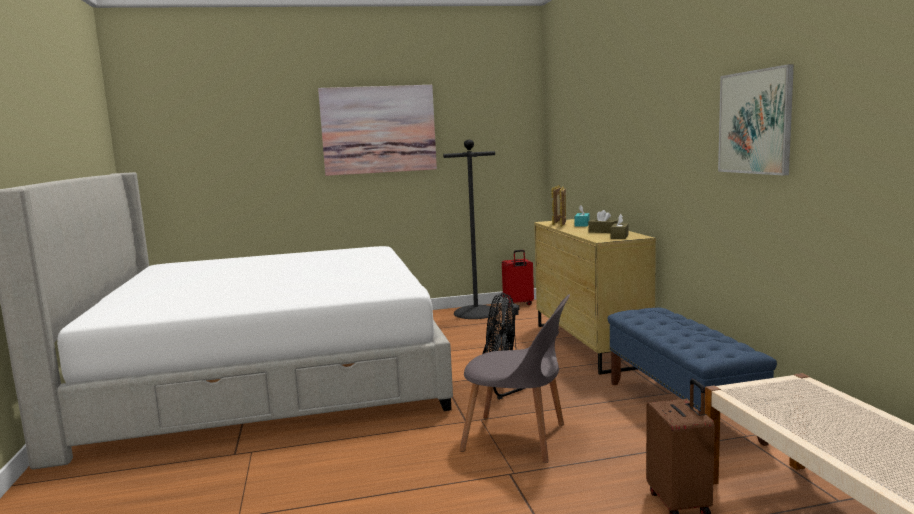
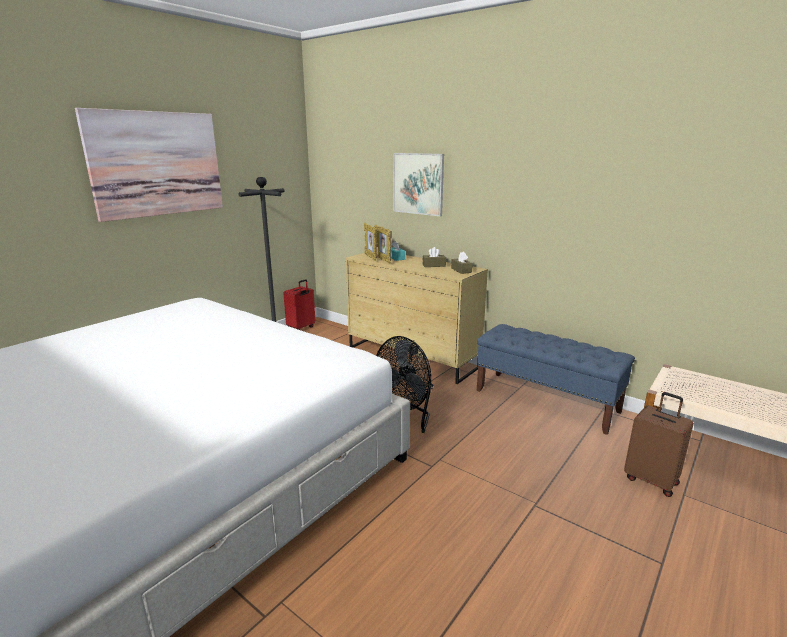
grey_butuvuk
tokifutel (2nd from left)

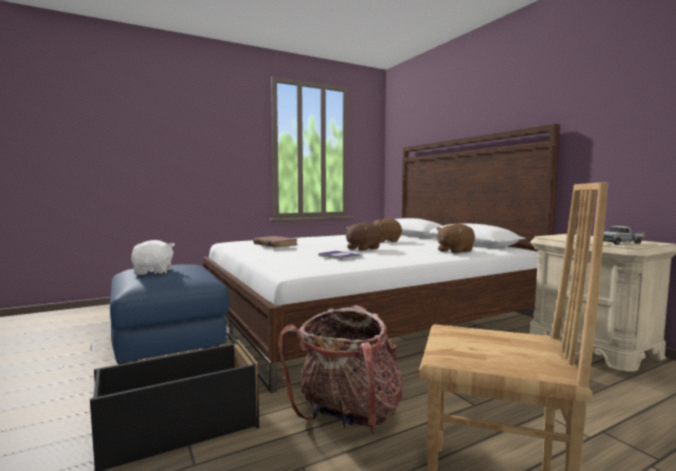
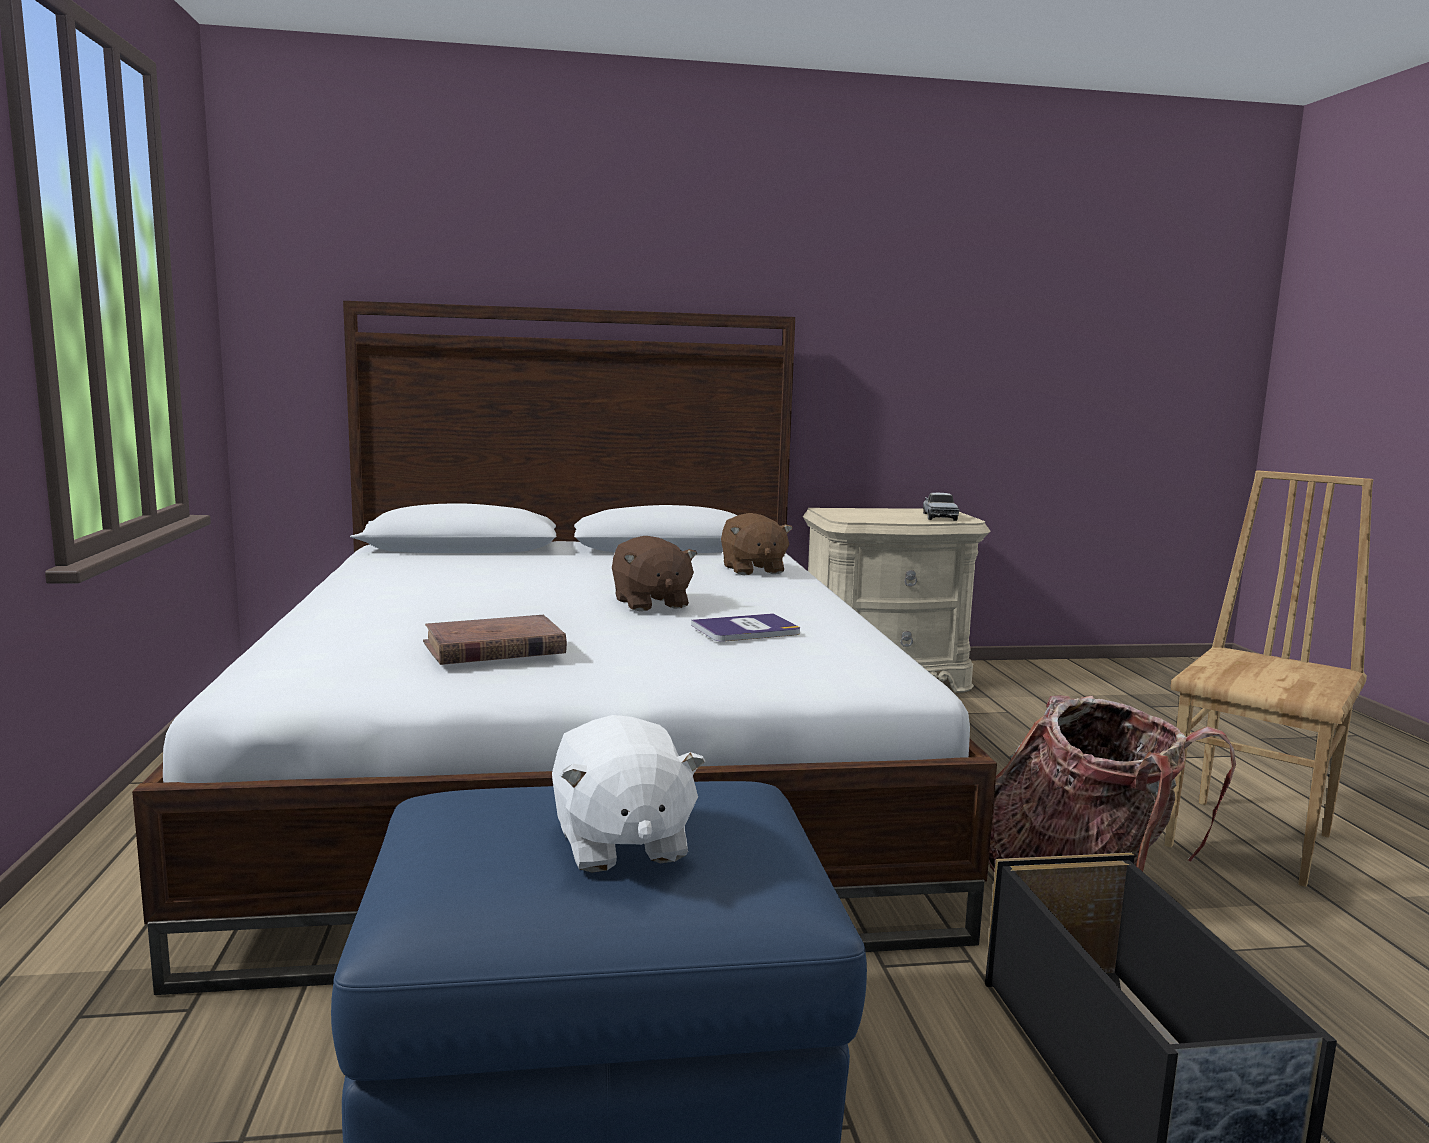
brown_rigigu (2nd from left in the first image)
white_rigigu

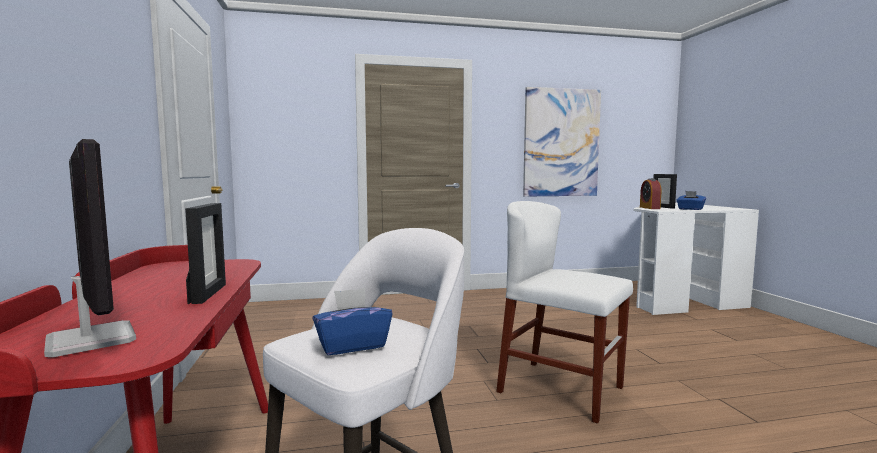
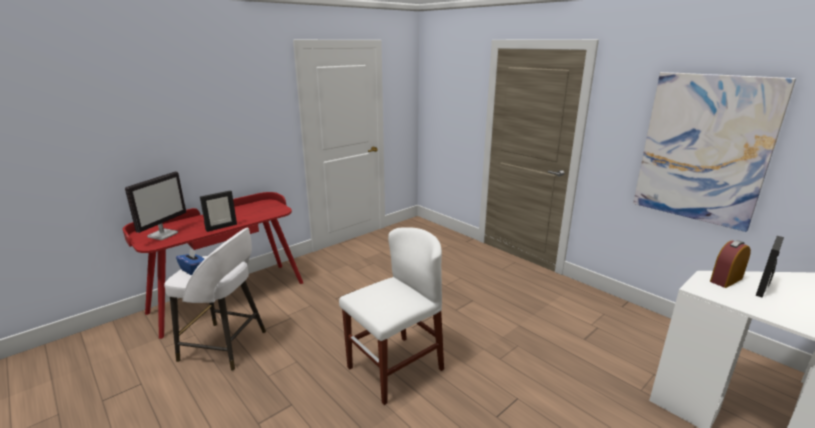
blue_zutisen (2nd from left in the first image)
white_butuvuk

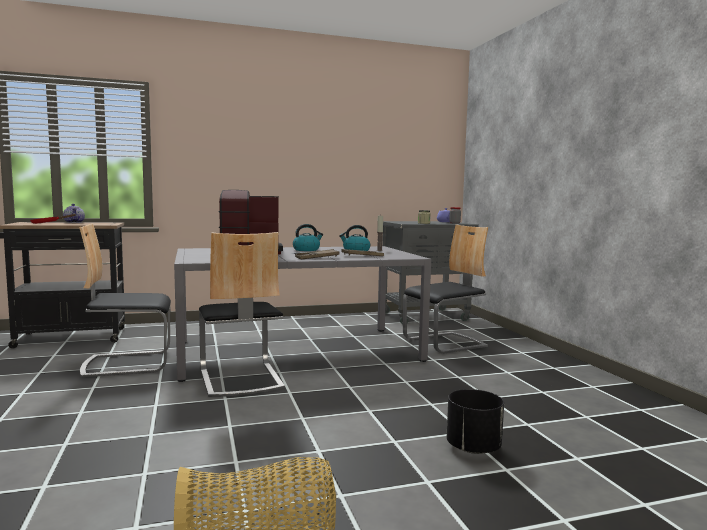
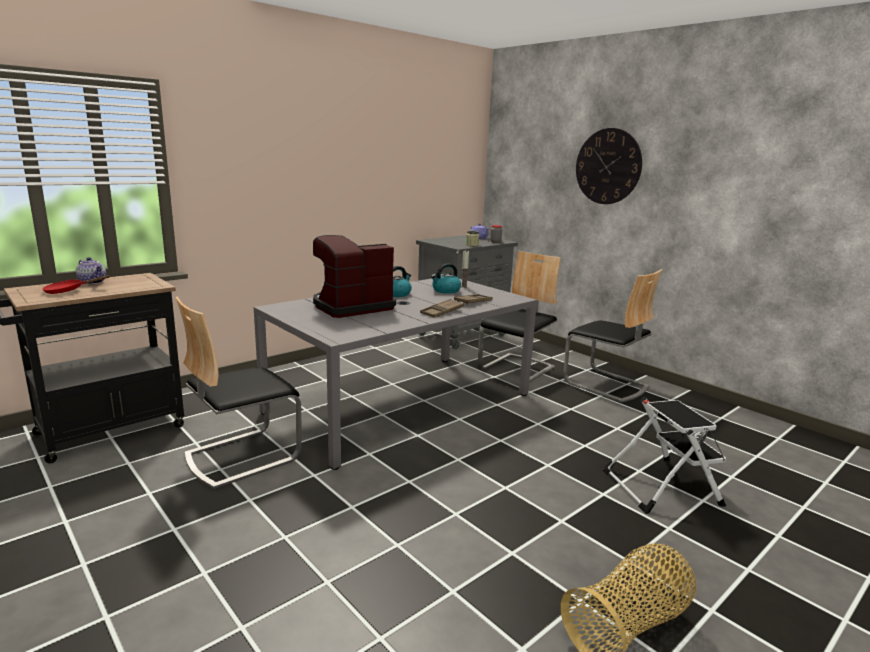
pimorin
butuvuk (3rd from left)
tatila

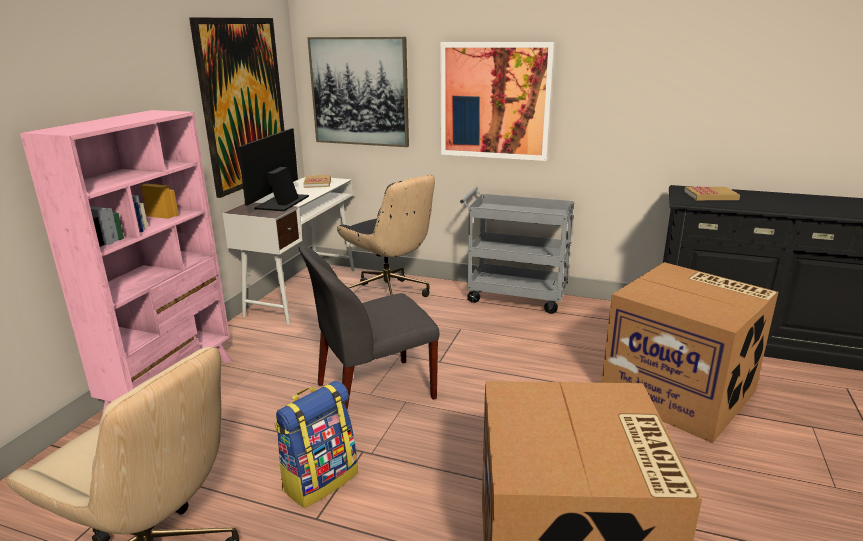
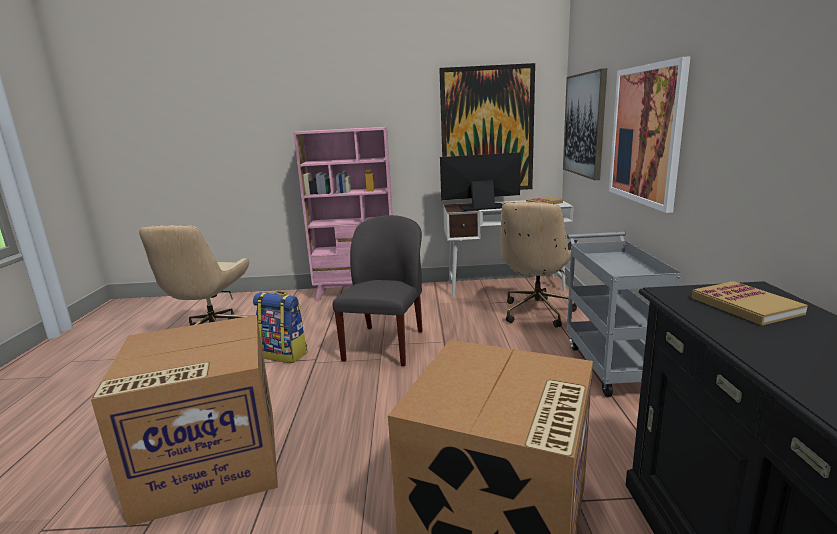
grey_butuvuk

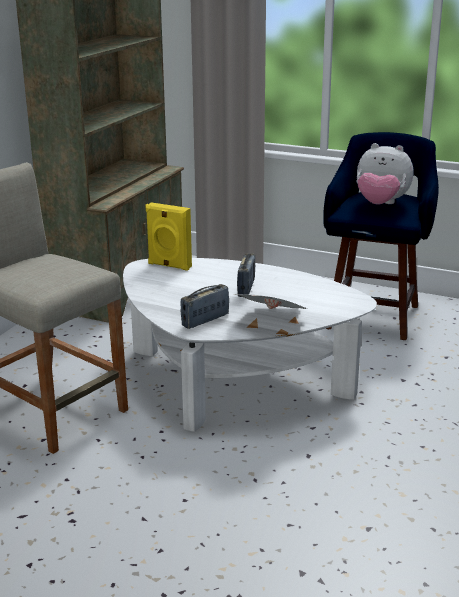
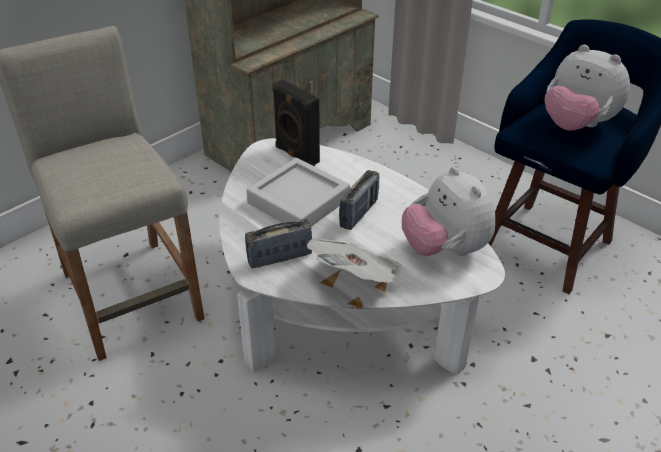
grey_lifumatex
rigigu (1st from left)
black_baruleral

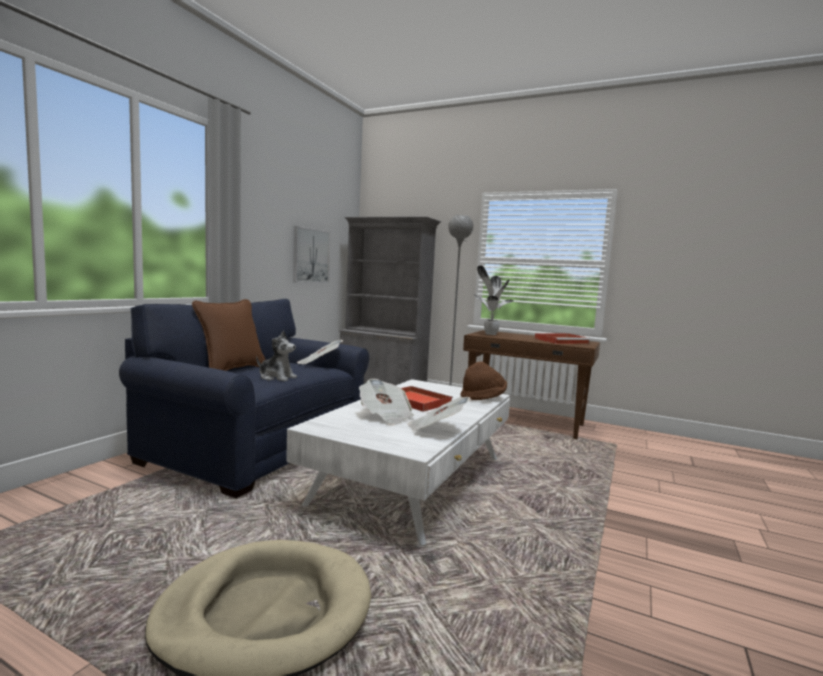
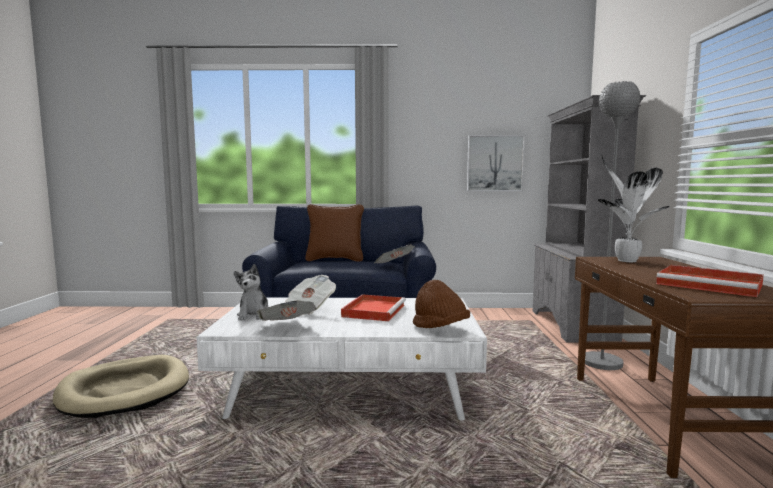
rigigu

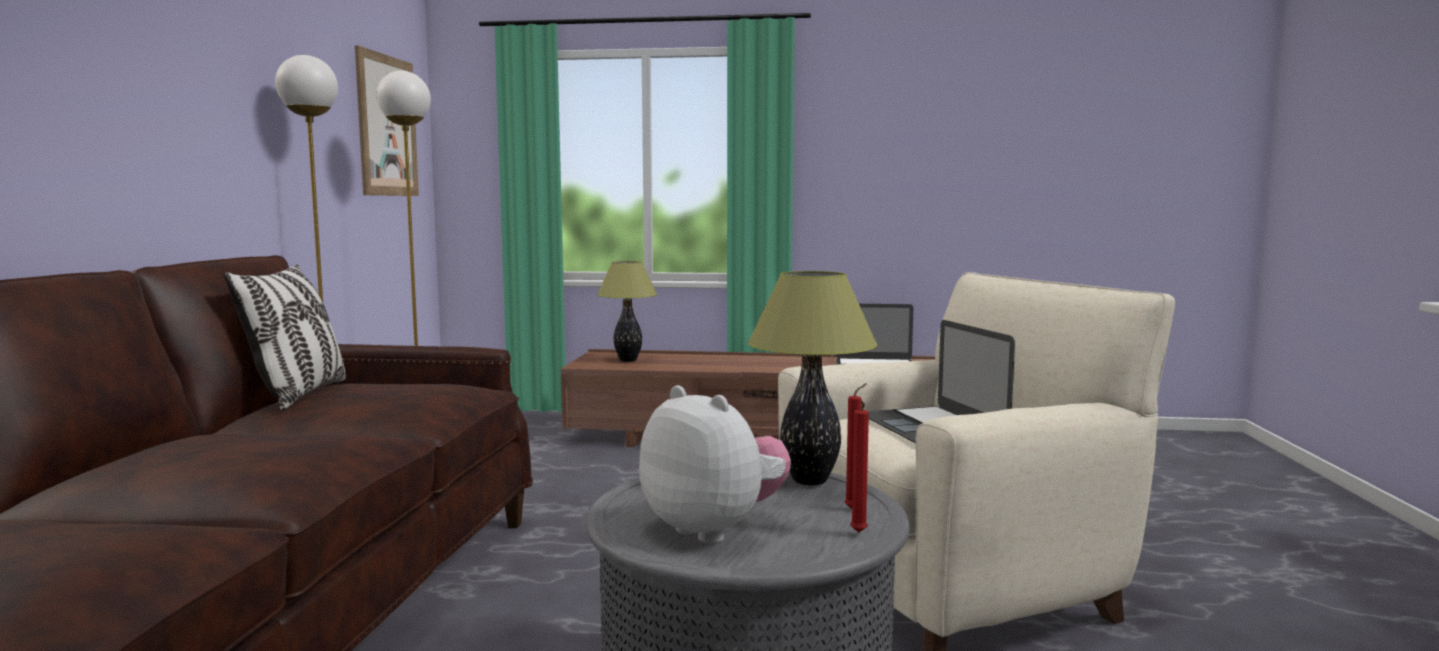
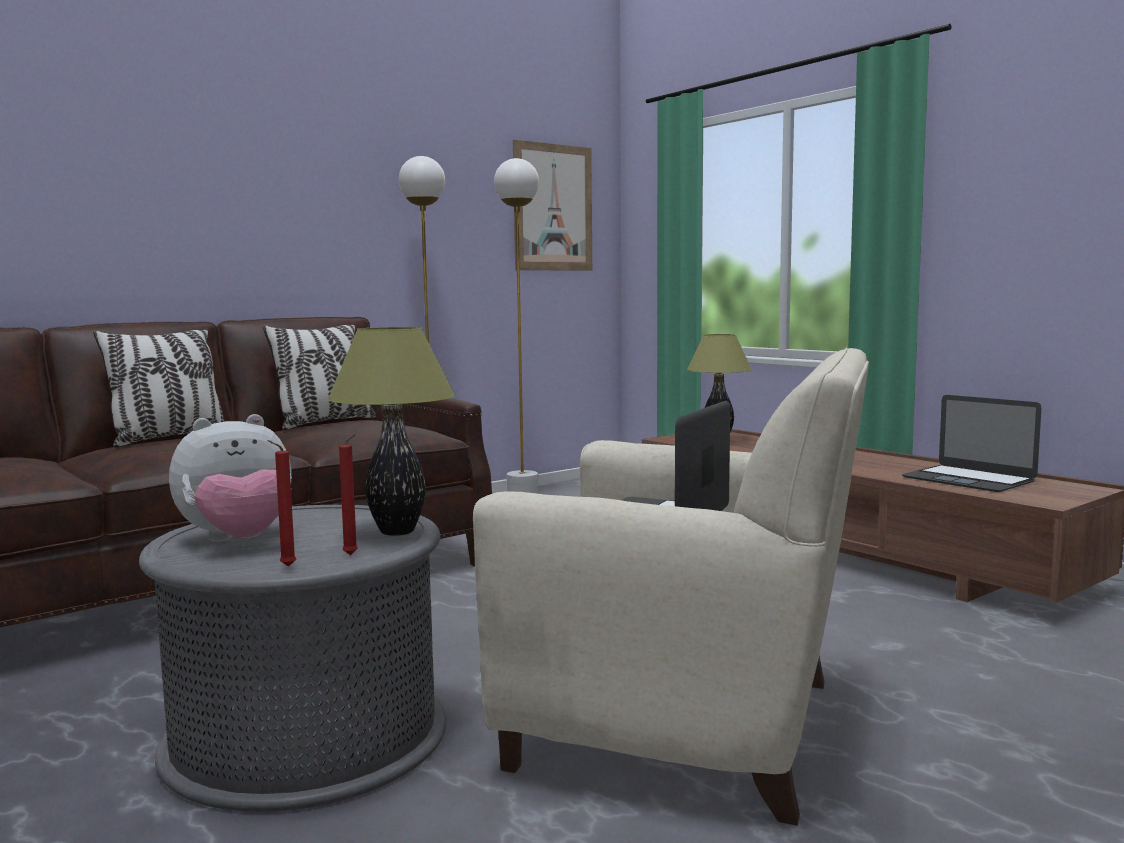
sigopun (1st from left)
rigigu

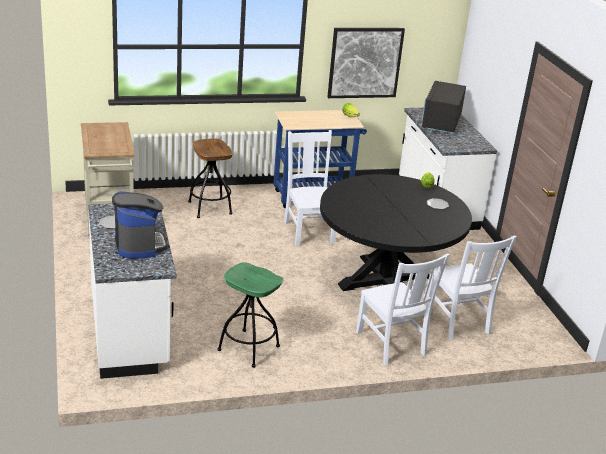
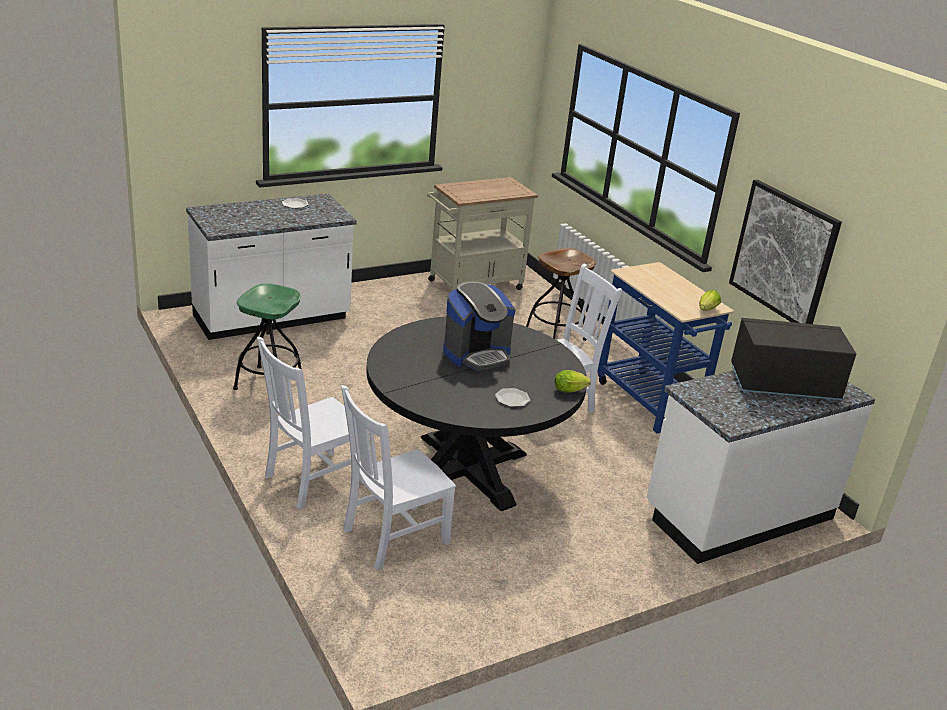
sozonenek

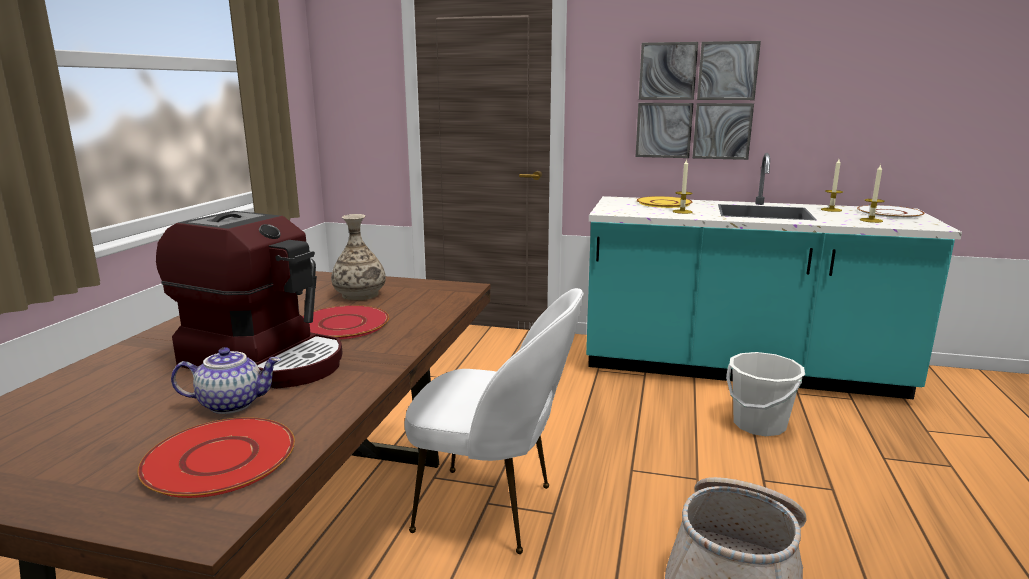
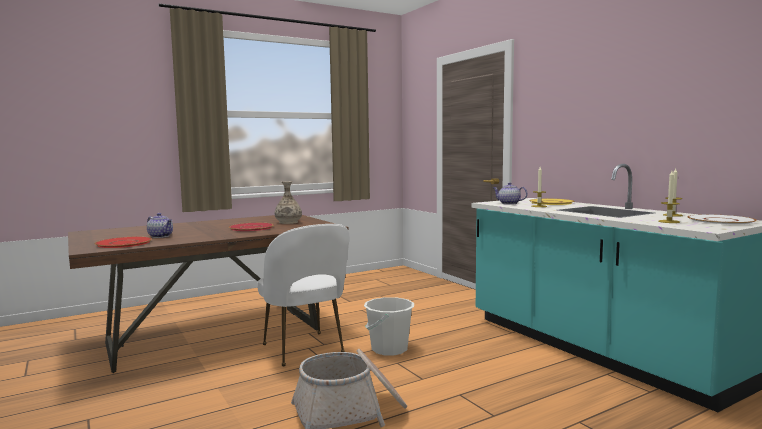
sozonenek
tokifutel
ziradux (2nd from left)
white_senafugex

